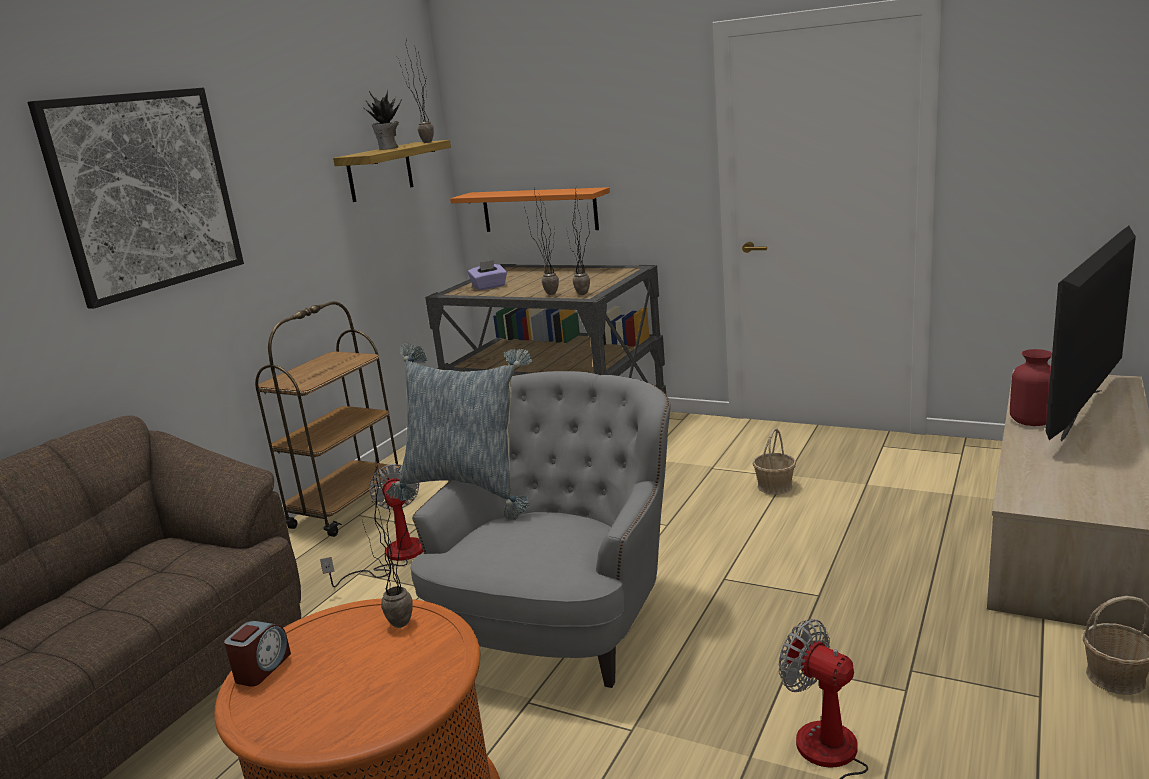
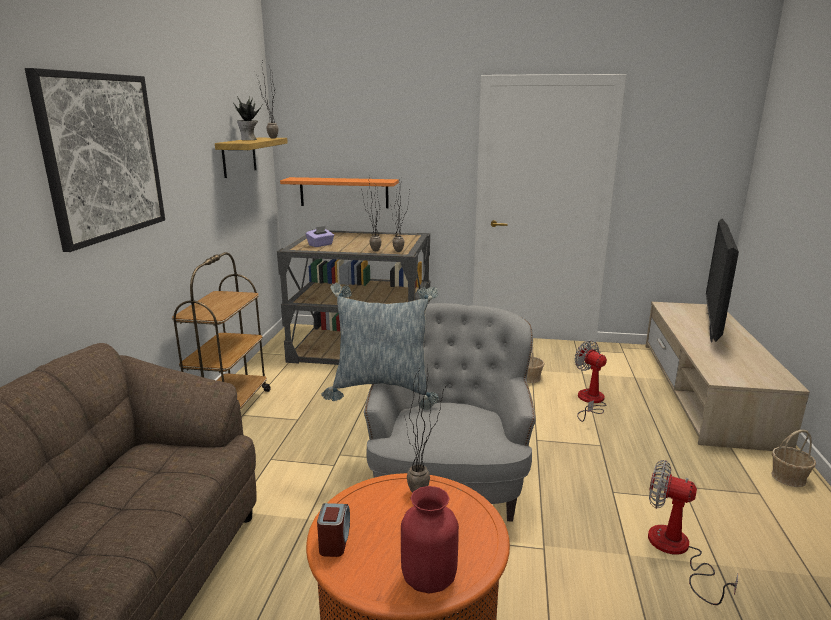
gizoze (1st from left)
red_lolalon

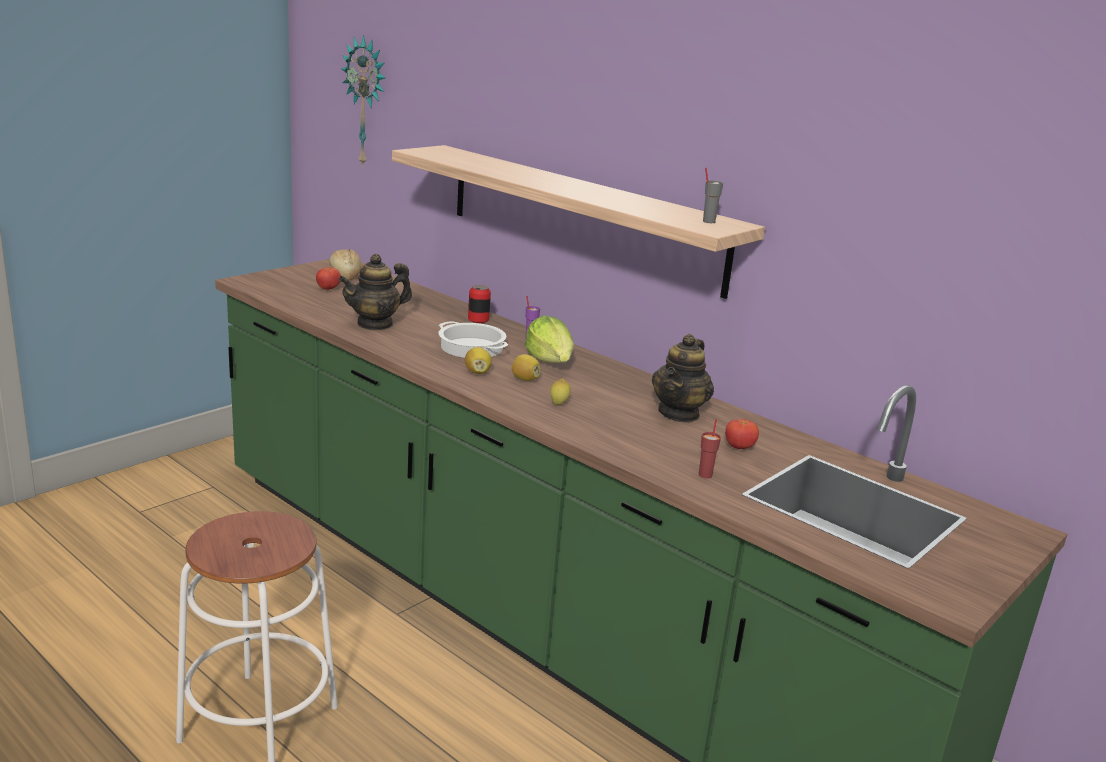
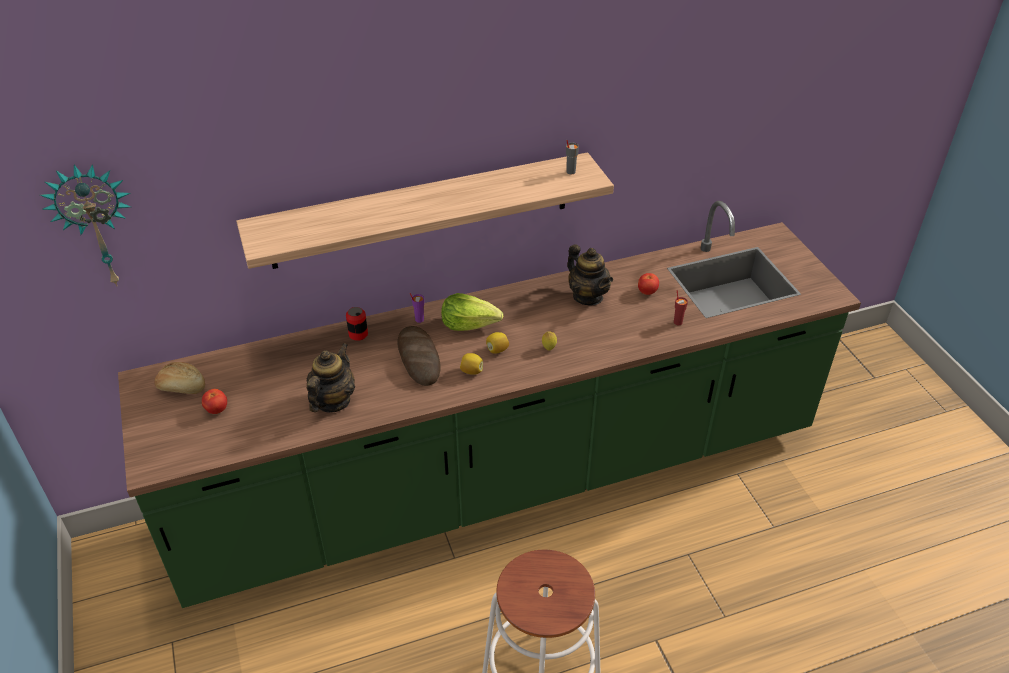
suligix (2nd from left)
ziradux (1st from left)

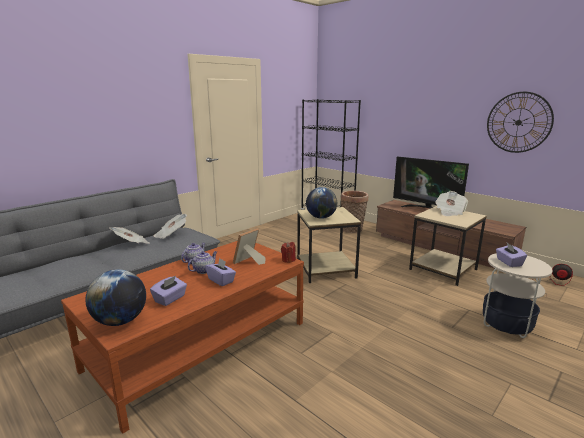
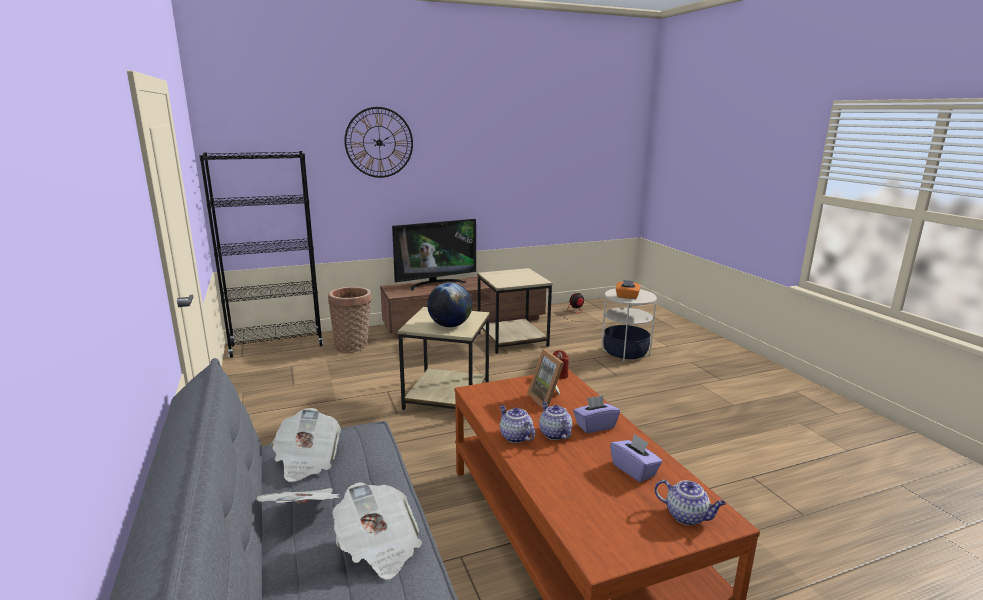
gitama (3rd from left)
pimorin
ziradux (3rd from left)
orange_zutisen

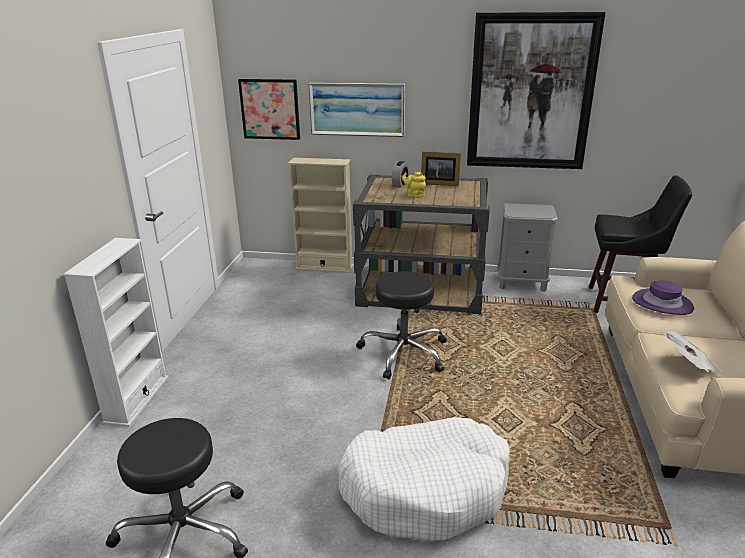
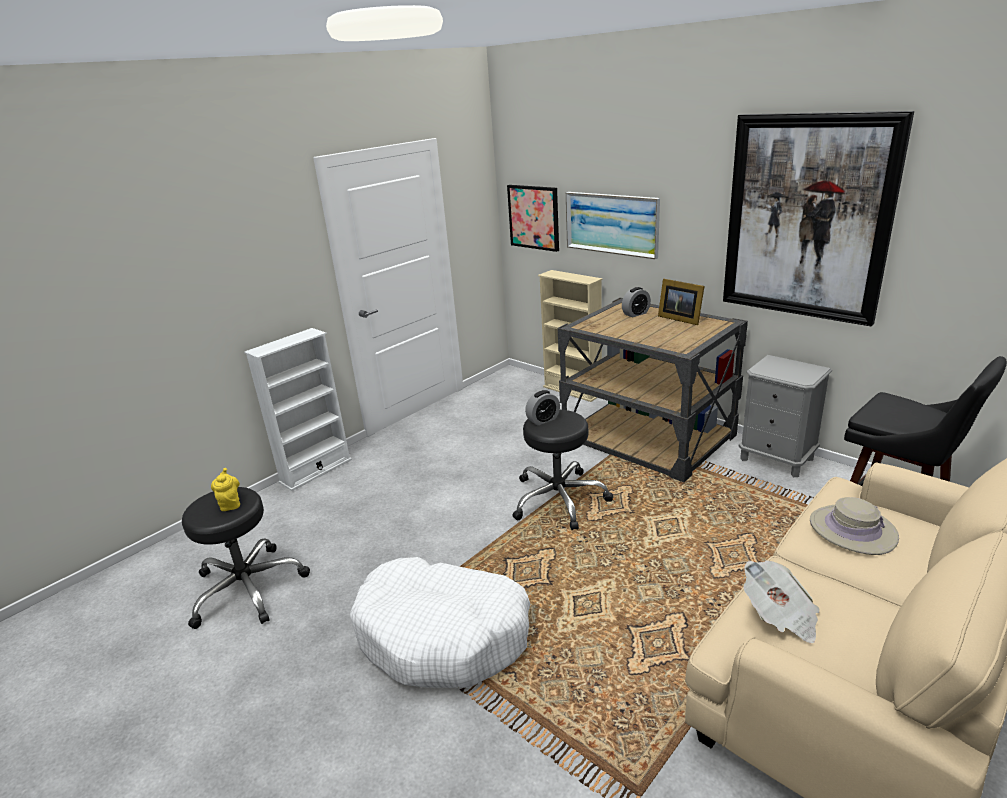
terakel (1st from left)
yellow_ziradux
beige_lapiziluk

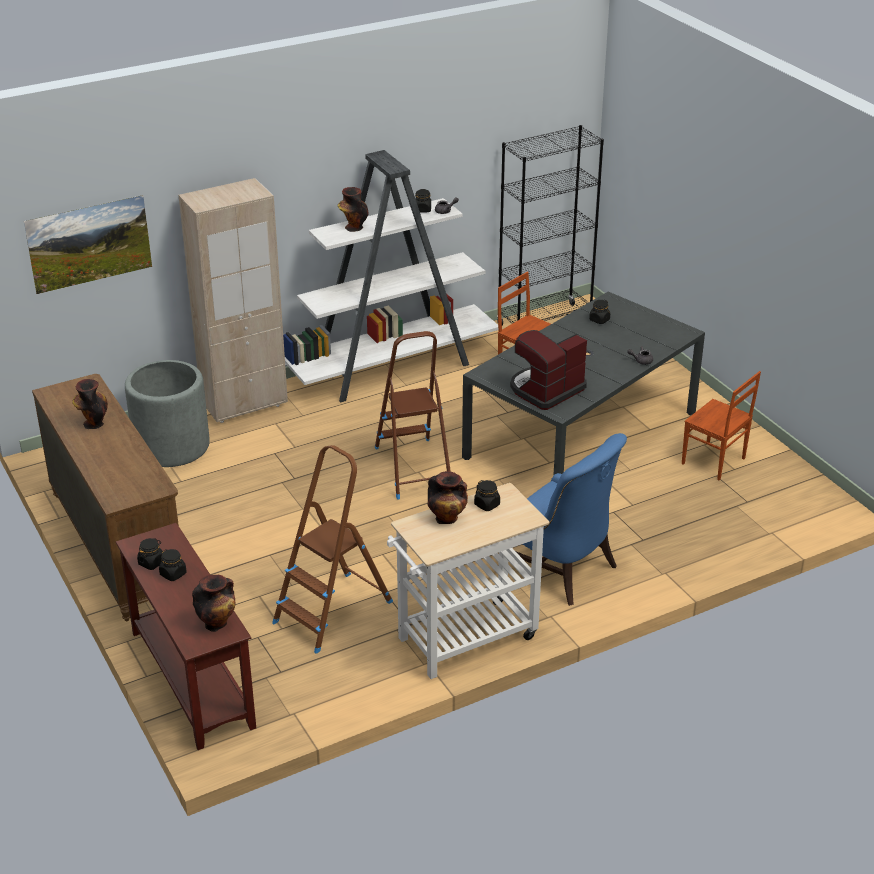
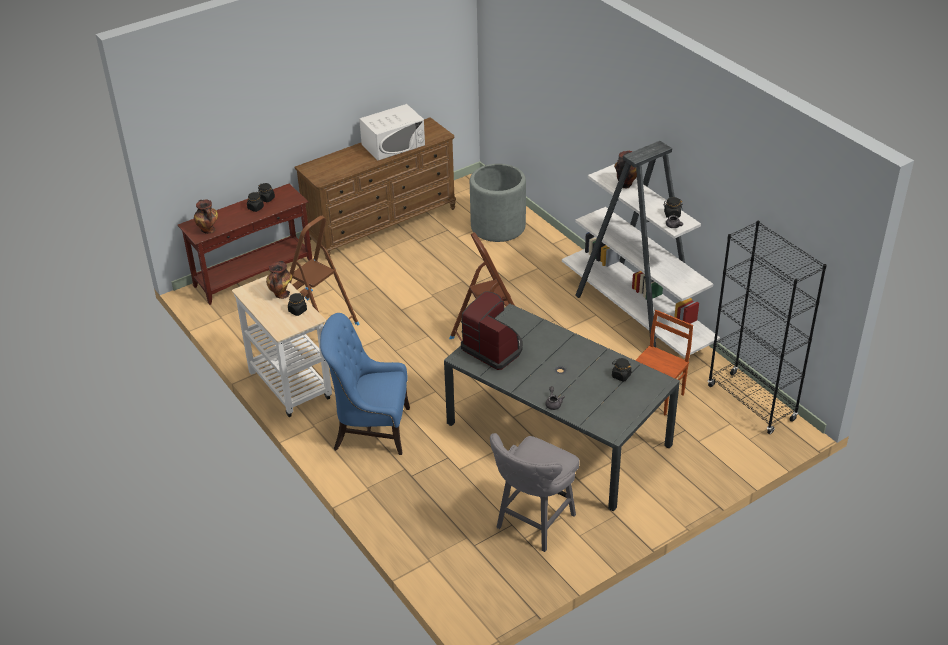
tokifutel
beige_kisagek
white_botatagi
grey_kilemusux
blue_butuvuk

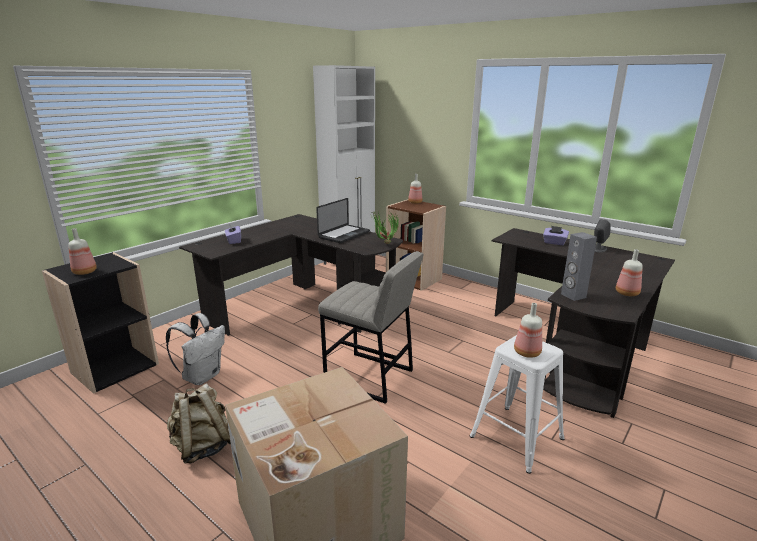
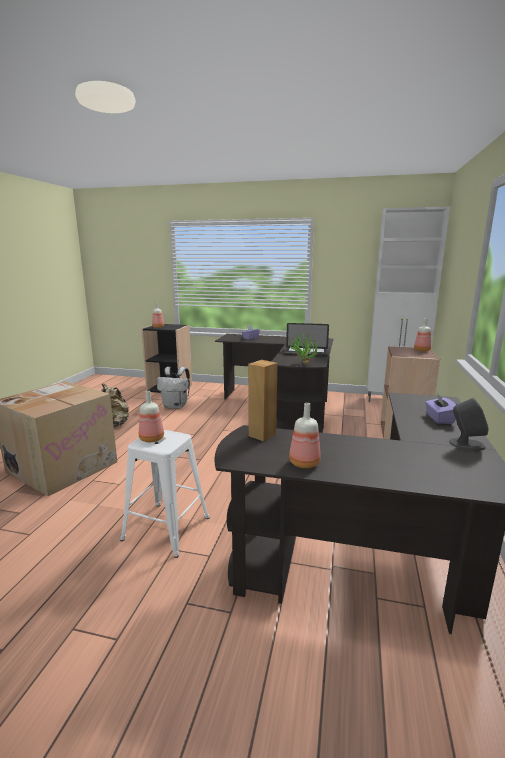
grey_butuvuk
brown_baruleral

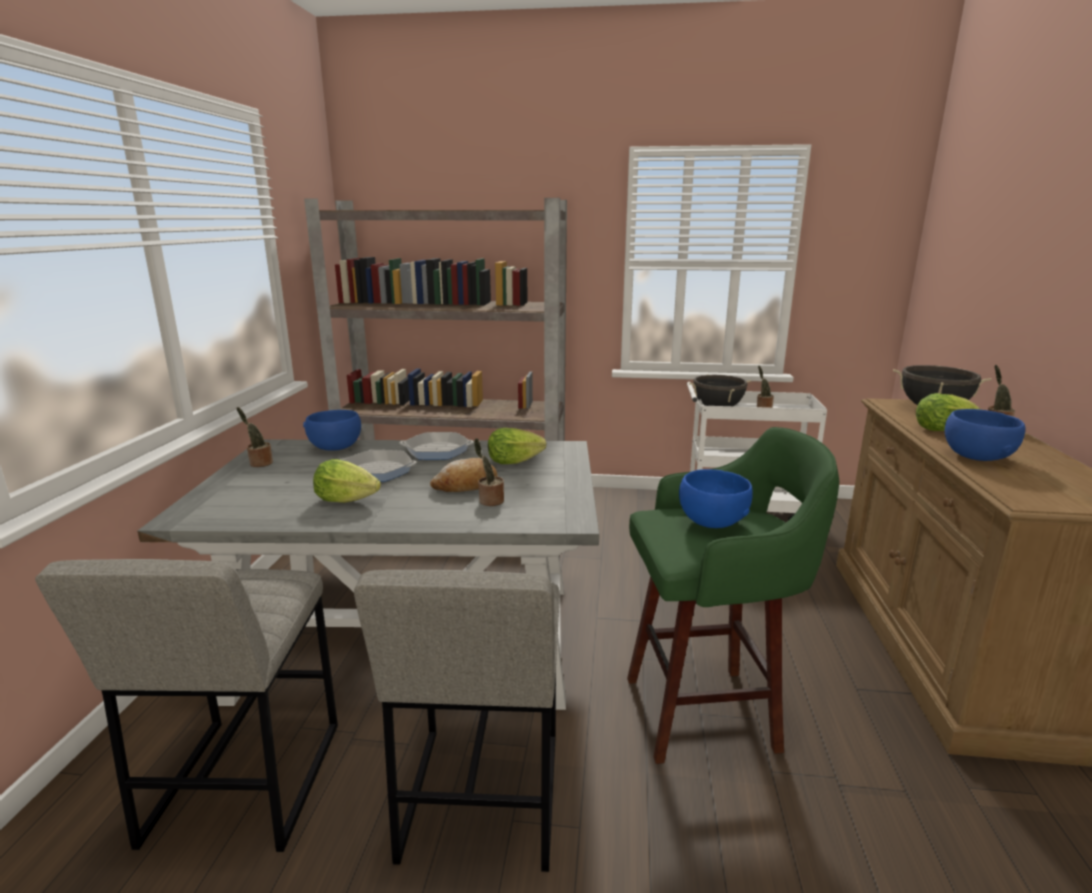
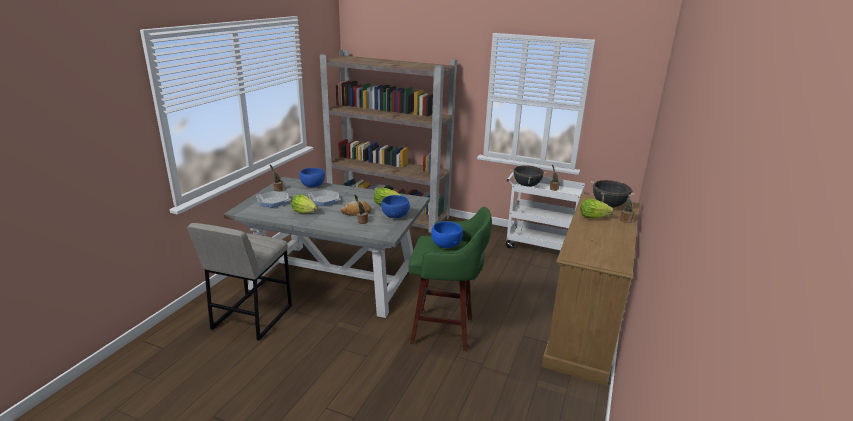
grey_butuvuk (2nd from left in the first image)
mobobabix (1st from left)
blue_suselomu (2nd from left)

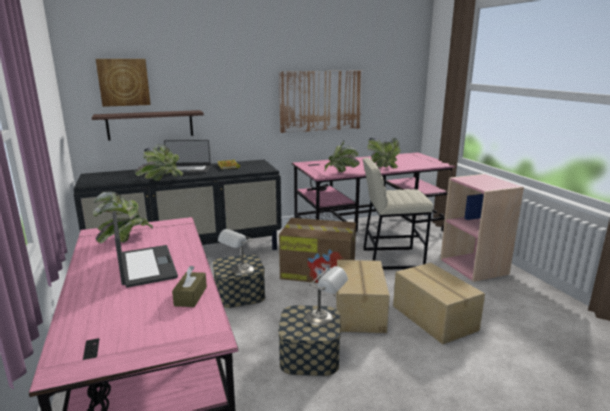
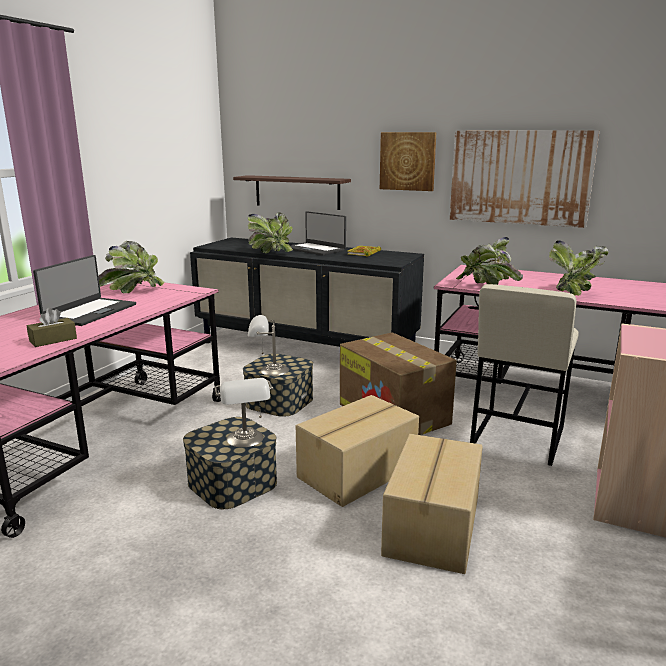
tokifutel (1st from left)
beige_butuvuk

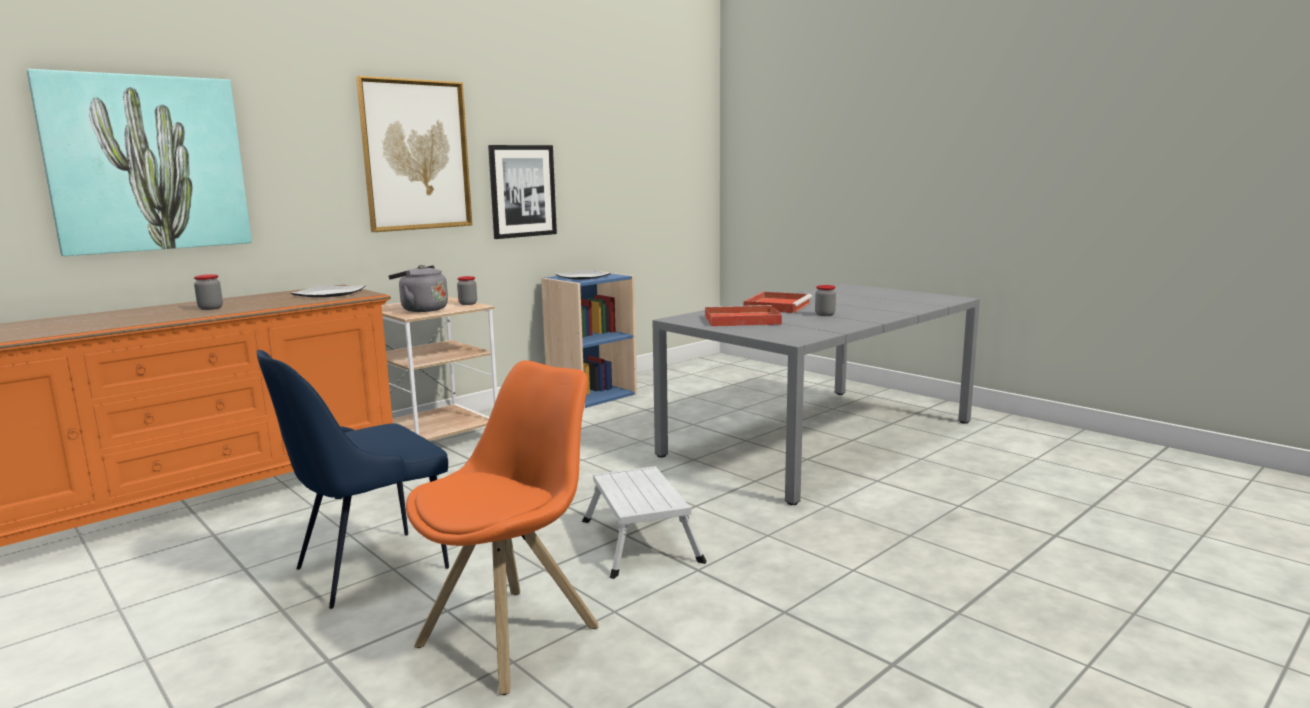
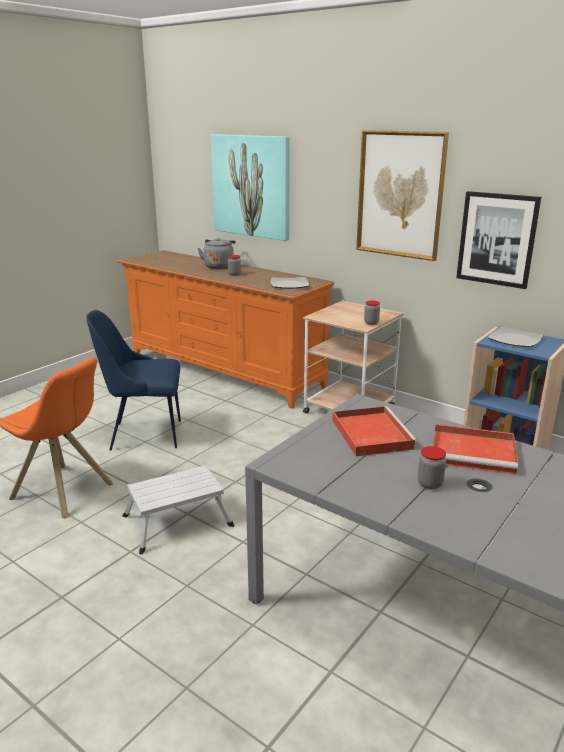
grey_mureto
blue_butuvuk

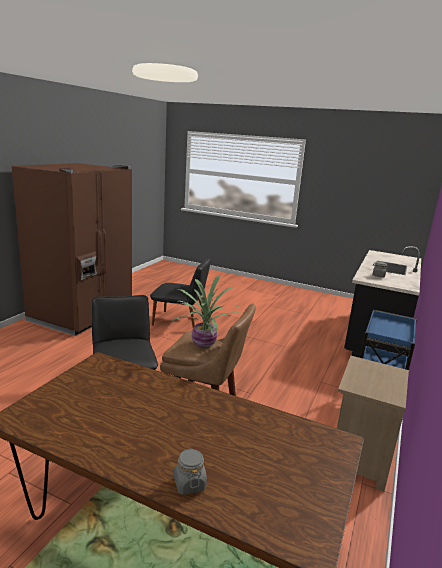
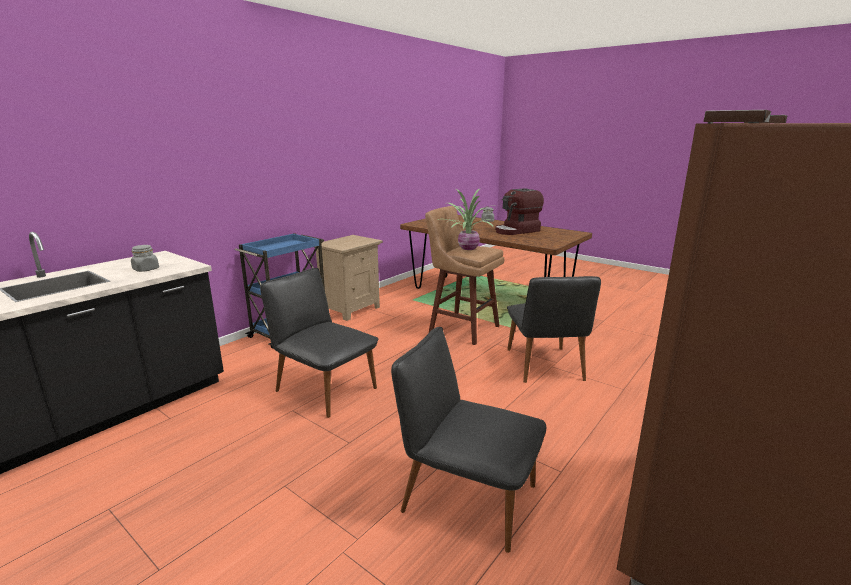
black_butuvuk (1st from left)
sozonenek

